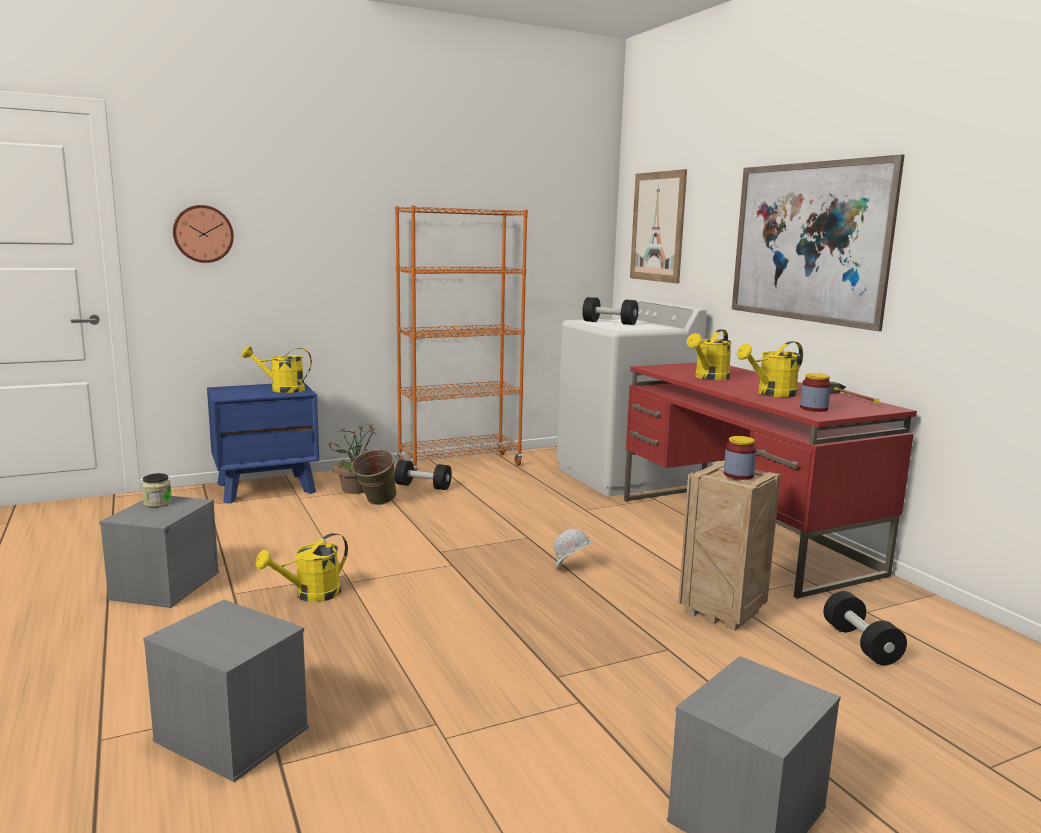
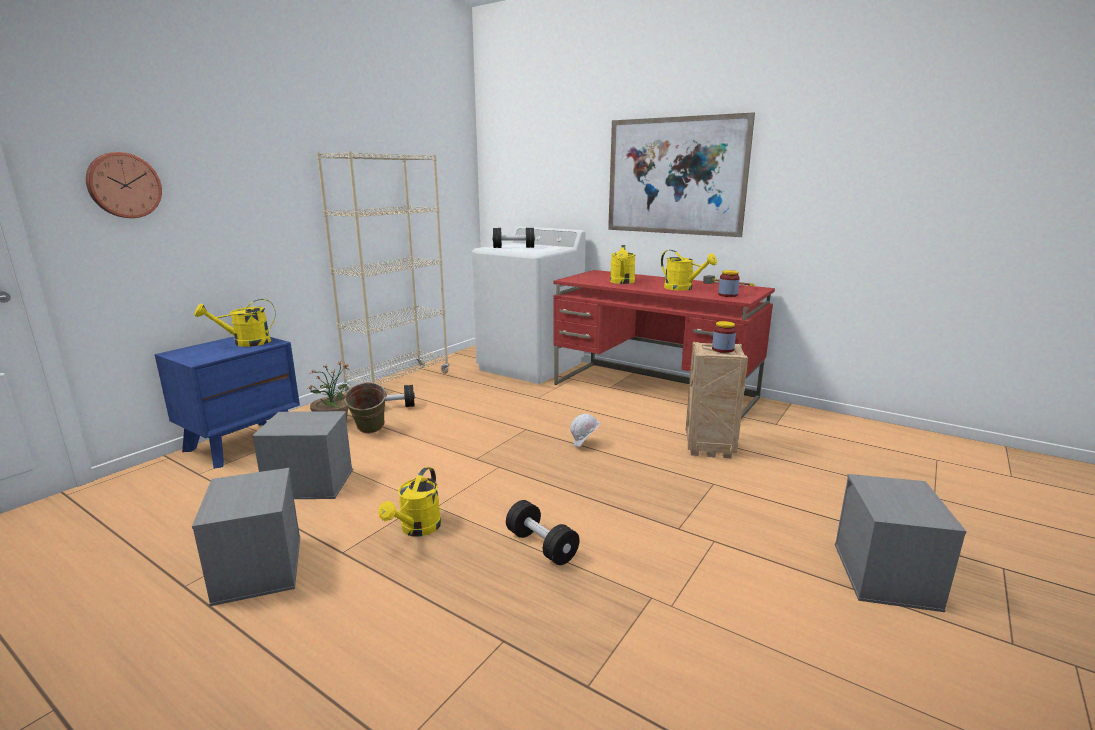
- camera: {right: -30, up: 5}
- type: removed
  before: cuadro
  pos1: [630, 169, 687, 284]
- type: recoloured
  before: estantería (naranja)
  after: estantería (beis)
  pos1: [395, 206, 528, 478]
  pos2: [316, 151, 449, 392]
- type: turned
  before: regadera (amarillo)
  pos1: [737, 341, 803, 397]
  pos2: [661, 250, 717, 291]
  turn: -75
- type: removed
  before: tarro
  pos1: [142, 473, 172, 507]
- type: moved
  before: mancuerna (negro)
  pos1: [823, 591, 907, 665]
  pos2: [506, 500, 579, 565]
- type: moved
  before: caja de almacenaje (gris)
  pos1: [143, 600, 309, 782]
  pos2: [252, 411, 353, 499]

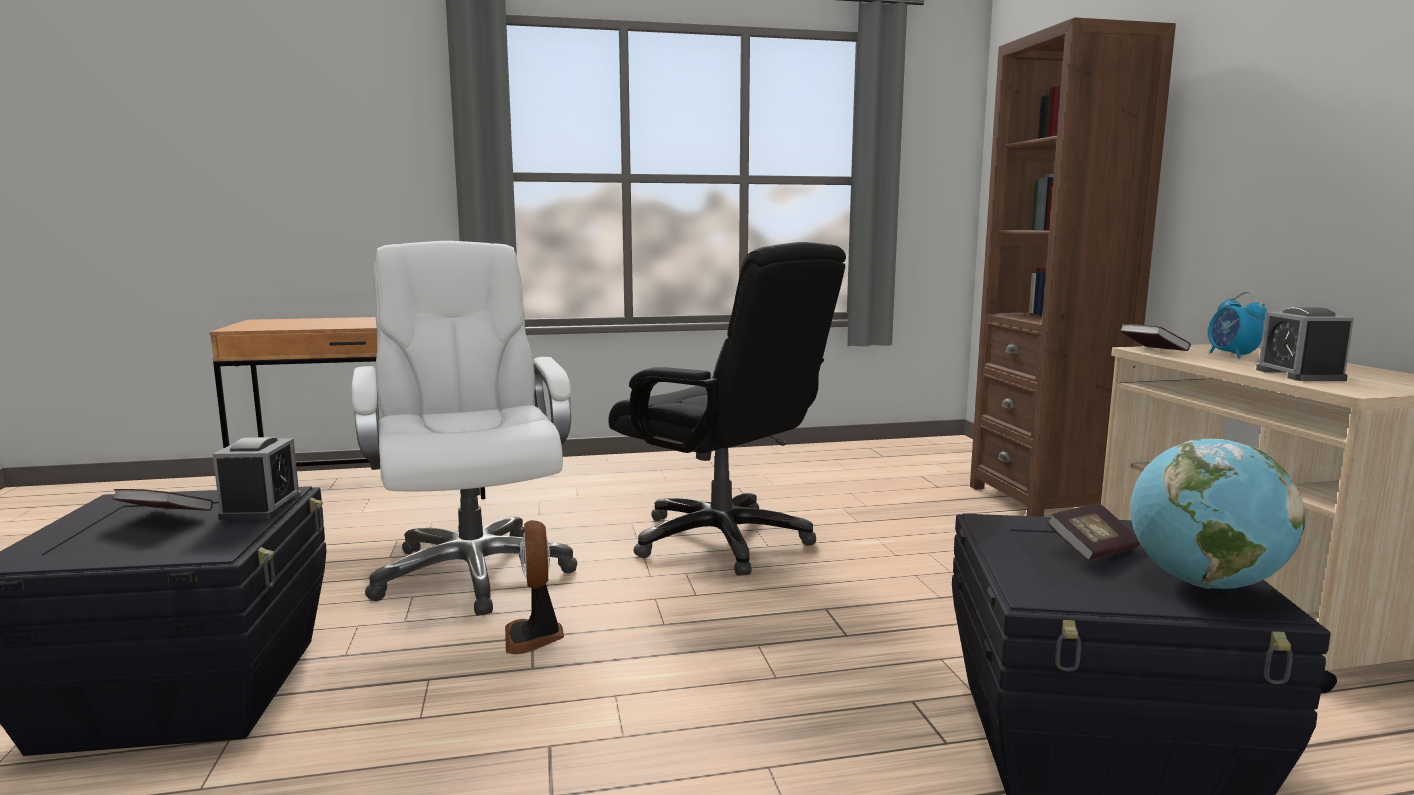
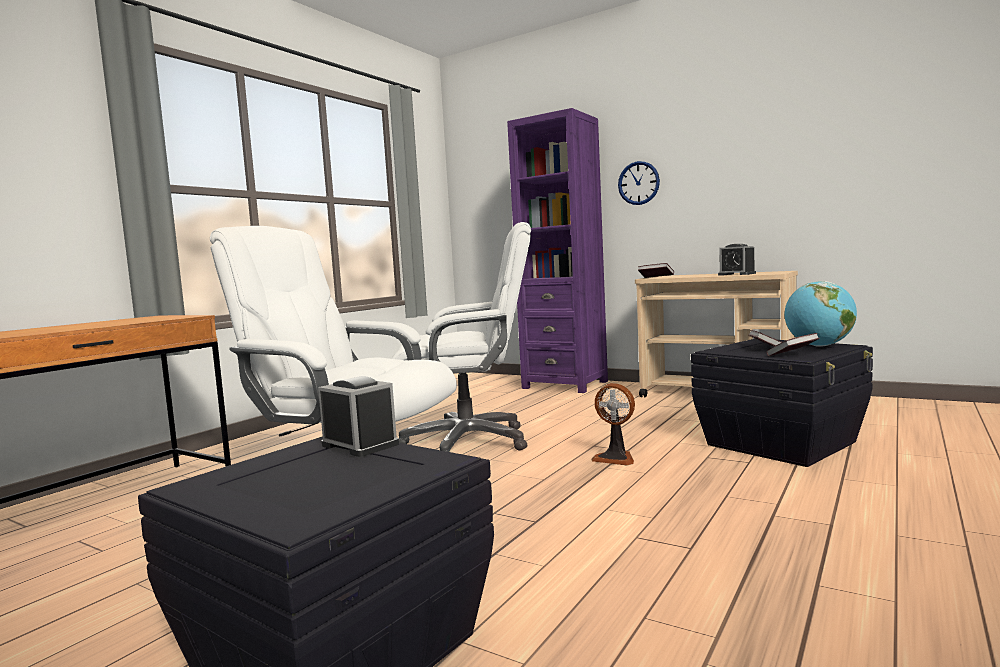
- camera: {right: -45, up: -5}
- type: recoloured
  before: estantería (marrón)
  after: estantería (morado)
  pos1: [970, 17, 1176, 517]
  pos2: [507, 108, 608, 393]
- type: recoloured
  before: silla de oficina (negro)
  after: silla de oficina (blanco)
  pos1: [608, 242, 846, 576]
  pos2: [391, 222, 531, 452]
- type: removed
  before: despertador
  pos1: [1208, 292, 1267, 359]
- type: moved
  before: libro
  pos1: [112, 489, 213, 511]
  pos2: [766, 333, 819, 356]
- type: moved
  before: ventilador
  pos1: [505, 520, 564, 655]
  pos2: [591, 383, 635, 465]
- type: added
  after: reloj de pared
  pos2: [618, 161, 660, 205]

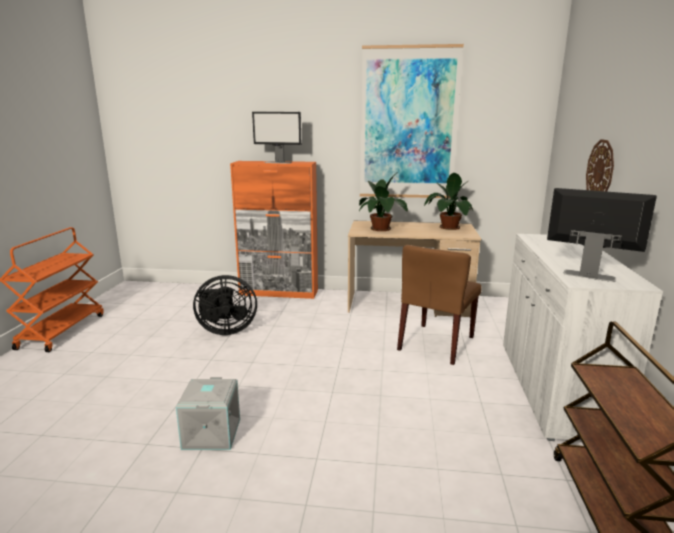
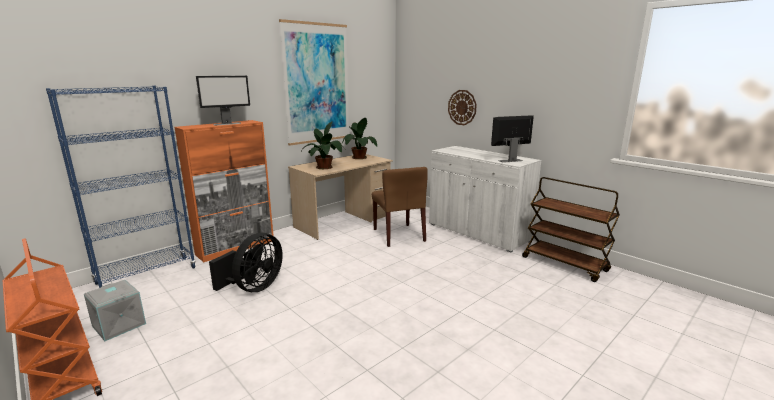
- camera: {right: -50, up: 0}
- type: moved
  before: caja de almacenaje (gris)
  pos1: [176, 377, 240, 450]
  pos2: [84, 280, 146, 341]
- type: added
  after: estantería (azul)
  pos2: [46, 86, 196, 288]

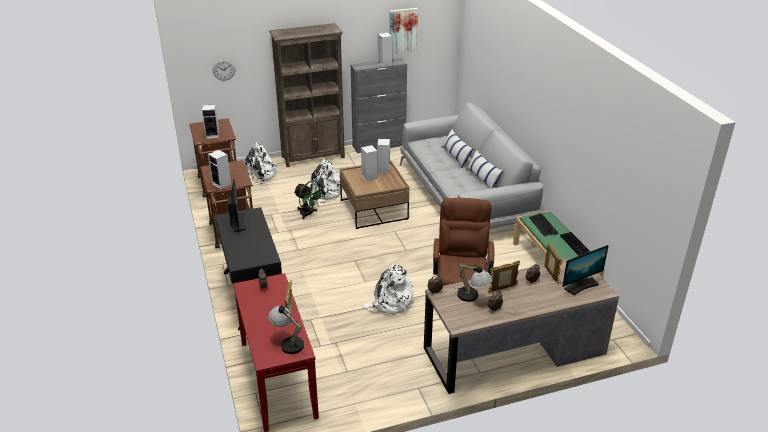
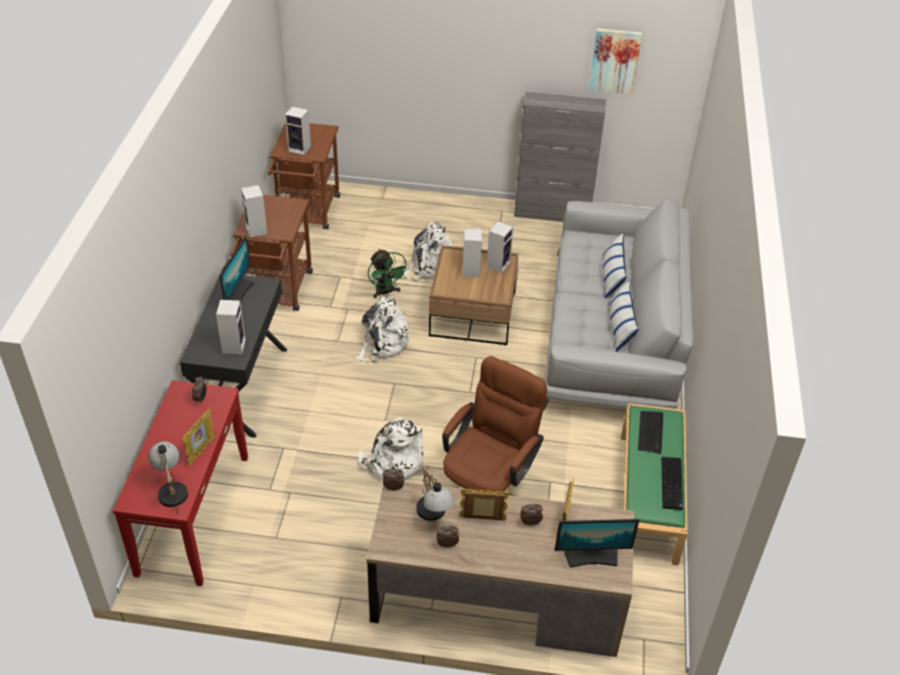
- camera: {right: 25, up: 10}
- type: removed
  before: estantería (marrón)
  pos1: [269, 23, 345, 167]
- type: moved
  before: altavoz
  pos1: [378, 32, 393, 66]
  pos2: [216, 300, 246, 354]
- type: removed
  before: reloj de pared
  pos1: [213, 59, 236, 81]
- type: moved
  before: mochila (blanco)
  pos1: [245, 142, 278, 185]
  pos2: [355, 295, 411, 363]

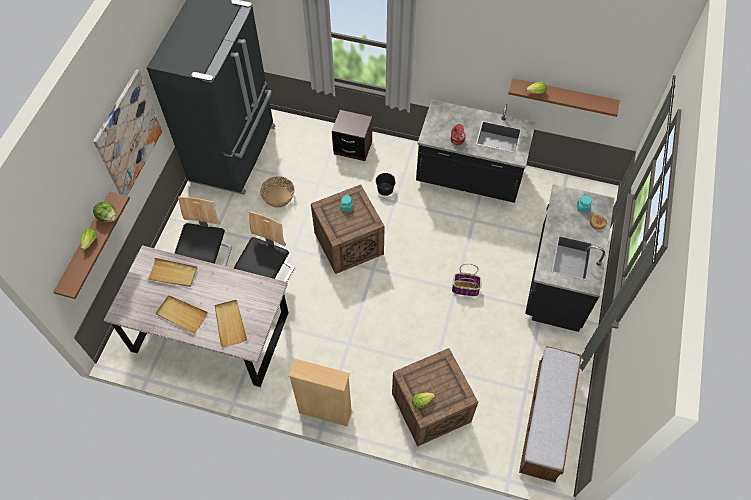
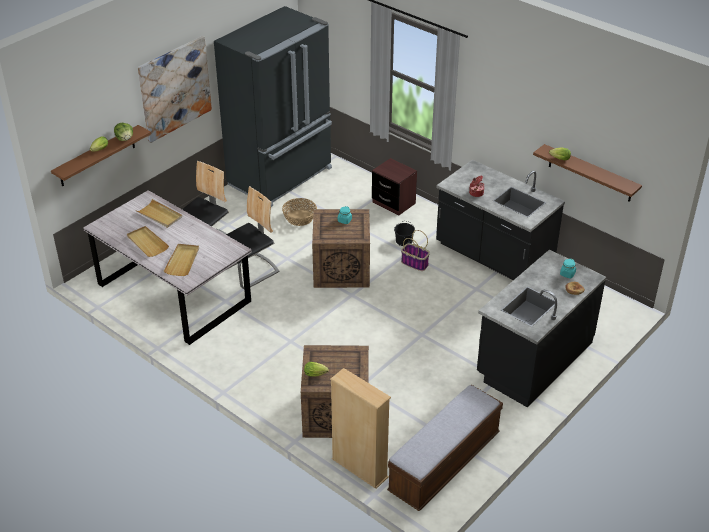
- camera: {right: 25, up: -20}
- type: moved
  before: cesta
  pos1: [452, 264, 482, 296]
  pos2: [401, 230, 430, 271]
- type: moved
  before: estantería (beis)
  pos1: [288, 359, 353, 427]
  pos2: [330, 368, 391, 489]

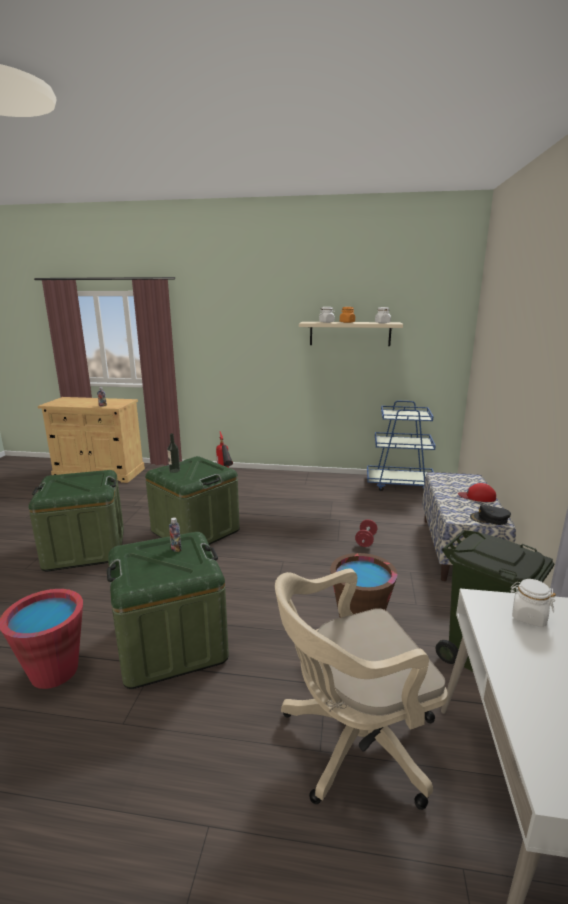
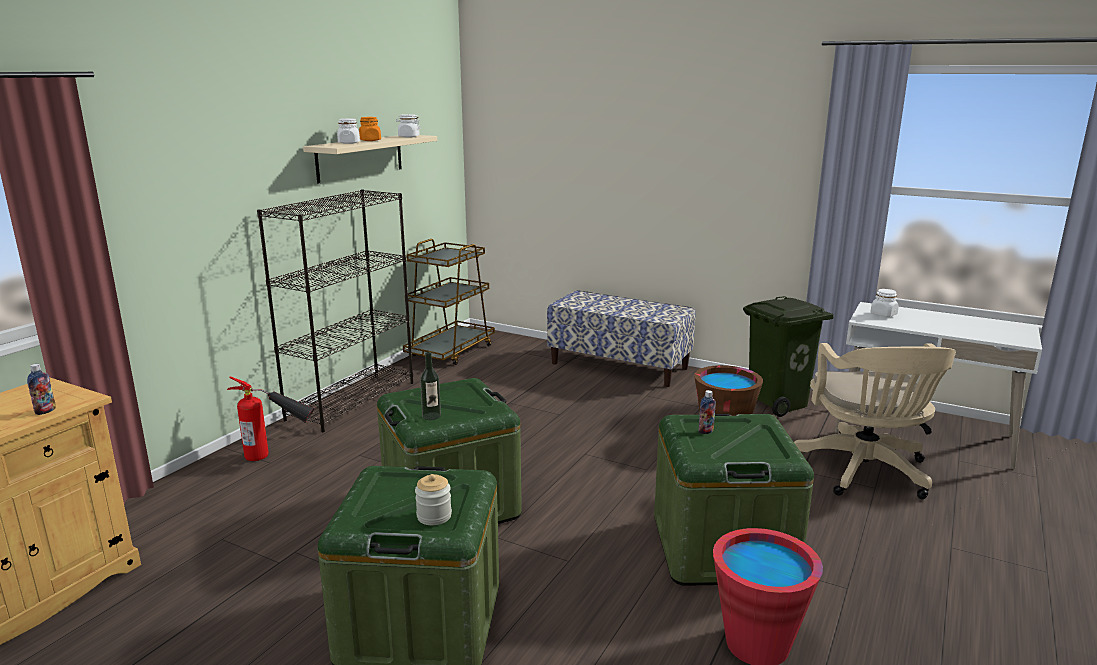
- camera: {right: -70, up: 0}
- type: recoloured
  before: carrito (azul)
  after: carrito (marrón)
  pos1: [367, 401, 436, 491]
  pos2: [403, 239, 495, 365]
- type: removed
  before: gorra (rojo)
  pos1: [458, 483, 496, 502]
- type: removed
  before: gorra (negro)
  pos1: [470, 505, 511, 525]
- type: removed
  before: mancuerna (rojo)
  pos1: [355, 519, 377, 547]
- type: added
  after: estantería (negro)
  pos2: [257, 190, 413, 432]
- type: added
  after: tarro
  pos2: [415, 474, 452, 525]

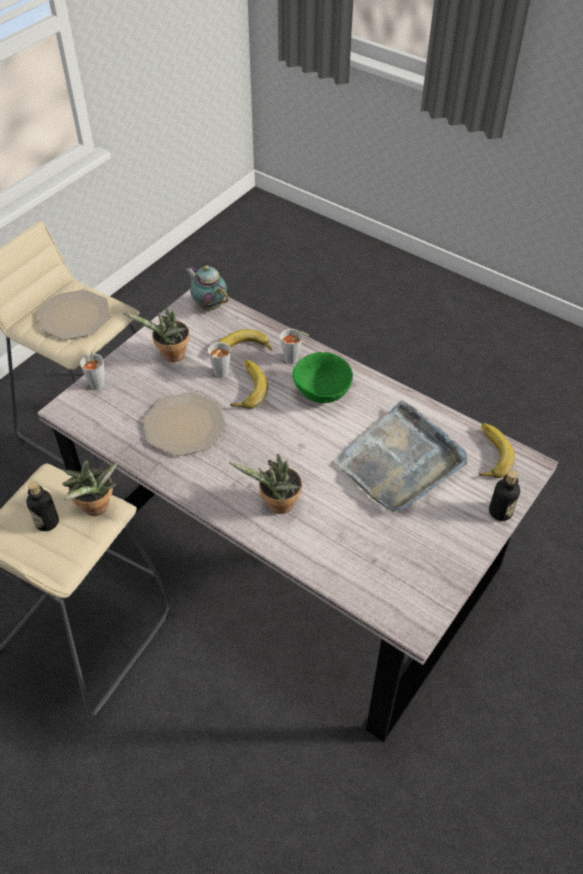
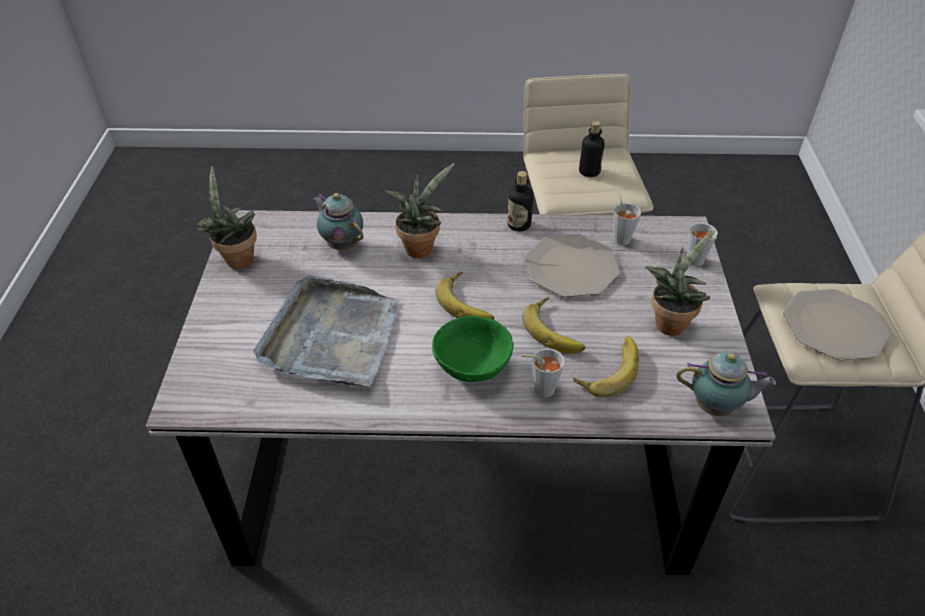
- camera: {right: 145, up: -5}
- type: moved
  before: taza (gris)
  pos1: [208, 342, 231, 378]
  pos2: [614, 190, 641, 245]
- type: moved
  before: plátano
  pos1: [479, 423, 515, 478]
  pos2: [435, 272, 494, 320]
- type: moved
  before: planta en maceta
  pos1: [62, 460, 118, 516]
  pos2: [196, 166, 257, 269]
- type: moved
  before: botella
  pos1: [489, 470, 520, 521]
  pos2: [507, 171, 533, 231]
- type: added
  after: tetera
  pos2: [313, 193, 364, 250]

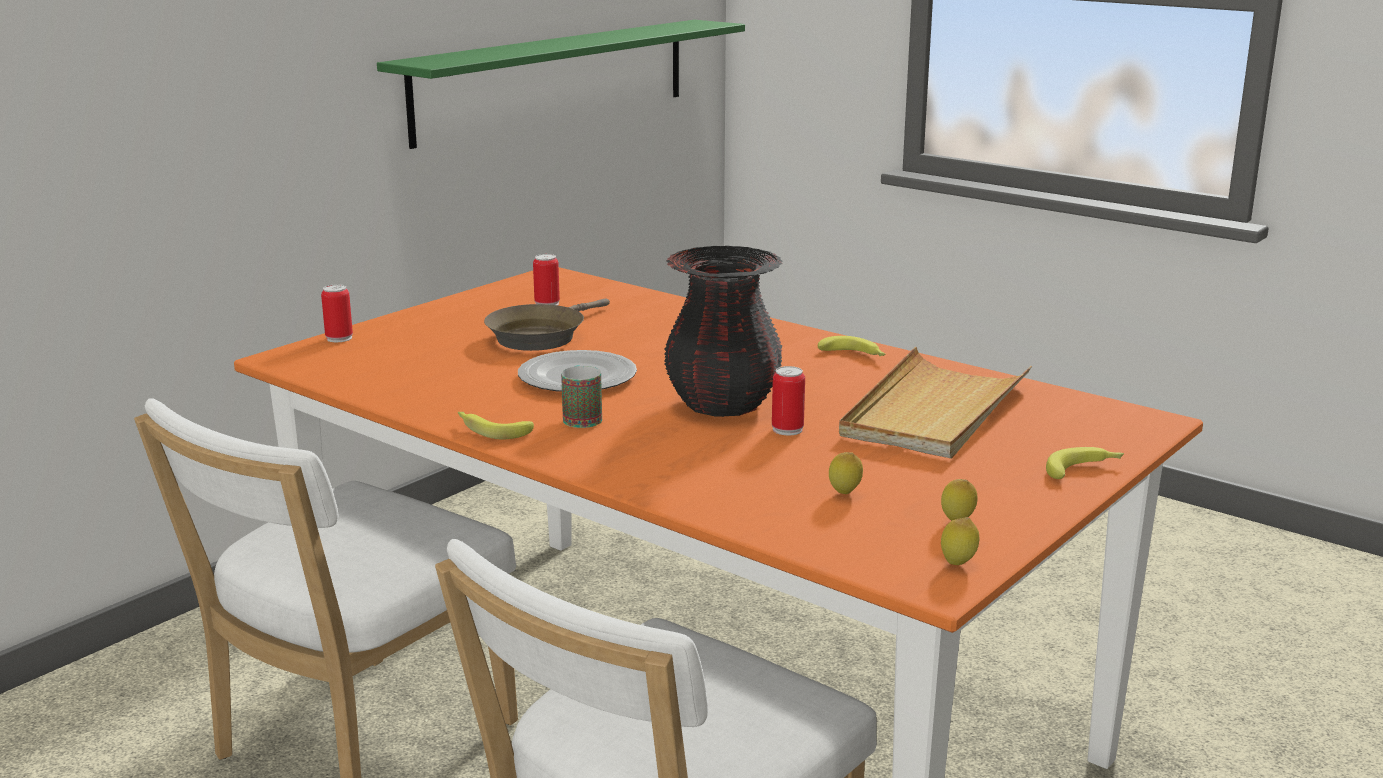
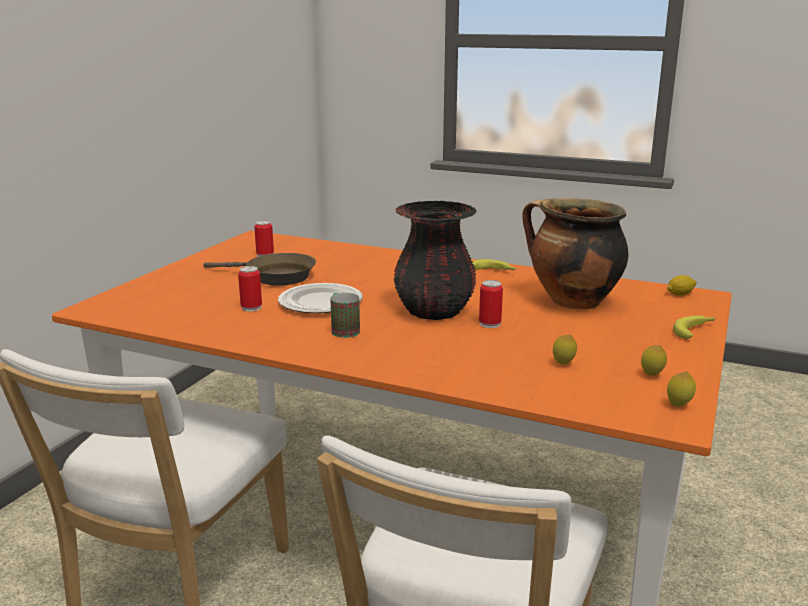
- camera: {right: -15, up: 0}
- type: removed
  before: estante (verde)
  pos1: [377, 20, 745, 149]
- type: moved
  before: lata
  pos1: [321, 284, 353, 342]
  pos2: [238, 266, 262, 311]
- type: turned
  before: sartén (marrón)
  pos1: [484, 298, 610, 351]
  pos2: [203, 253, 316, 286]
  turn: -90
- type: replaced
  before: bandeja (beis)
  after: olla
  pos1: [839, 347, 1032, 459]
  pos2: [522, 198, 629, 309]
- type: removed
  before: plátano
  pos1: [458, 412, 534, 439]
- type: added
  after: limón
  pos2: [667, 275, 697, 296]

